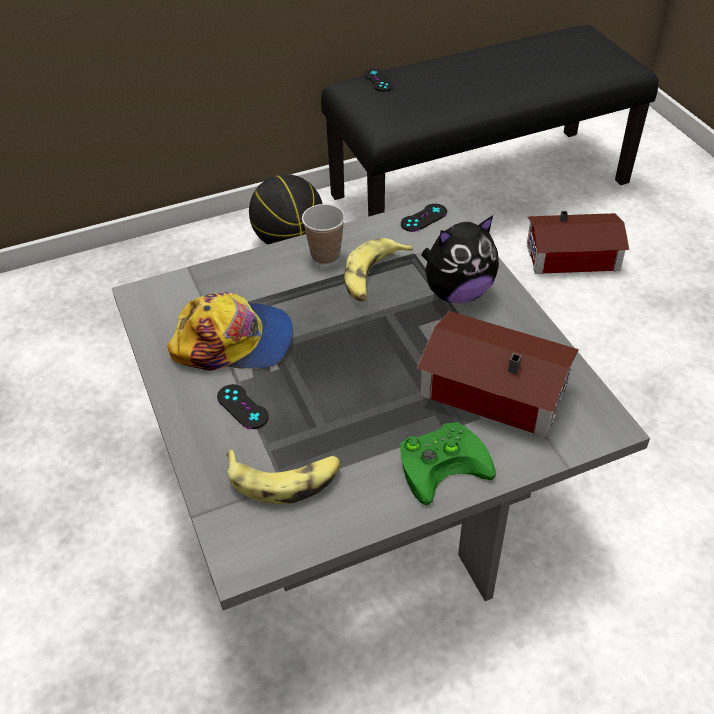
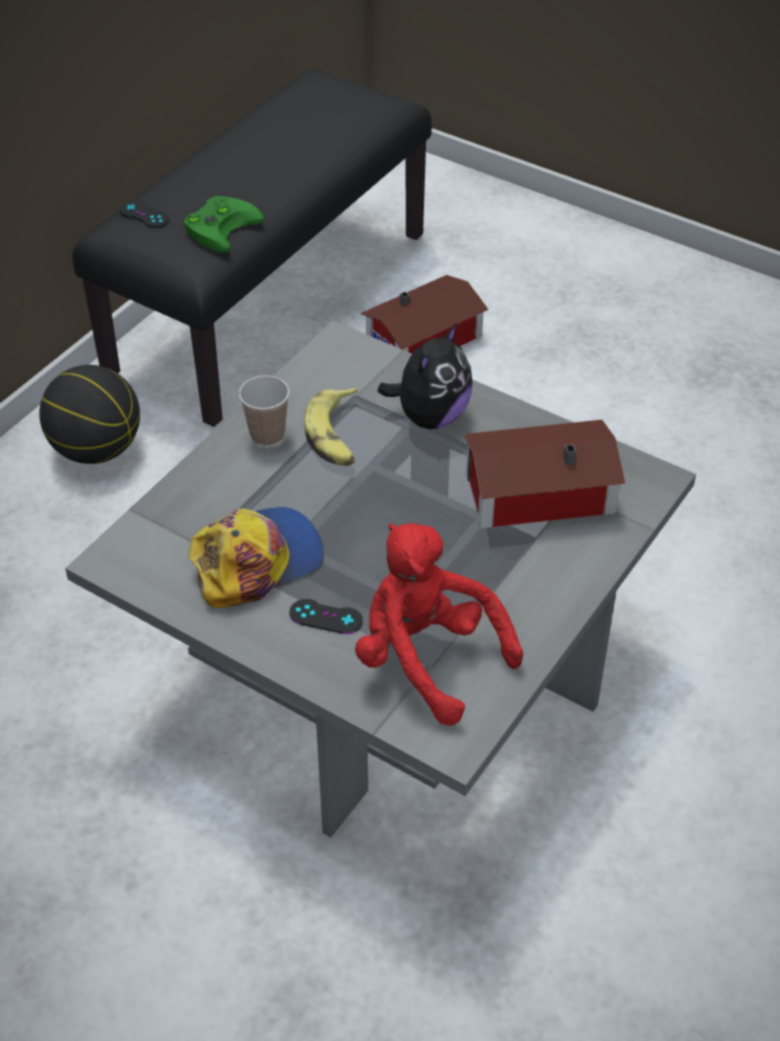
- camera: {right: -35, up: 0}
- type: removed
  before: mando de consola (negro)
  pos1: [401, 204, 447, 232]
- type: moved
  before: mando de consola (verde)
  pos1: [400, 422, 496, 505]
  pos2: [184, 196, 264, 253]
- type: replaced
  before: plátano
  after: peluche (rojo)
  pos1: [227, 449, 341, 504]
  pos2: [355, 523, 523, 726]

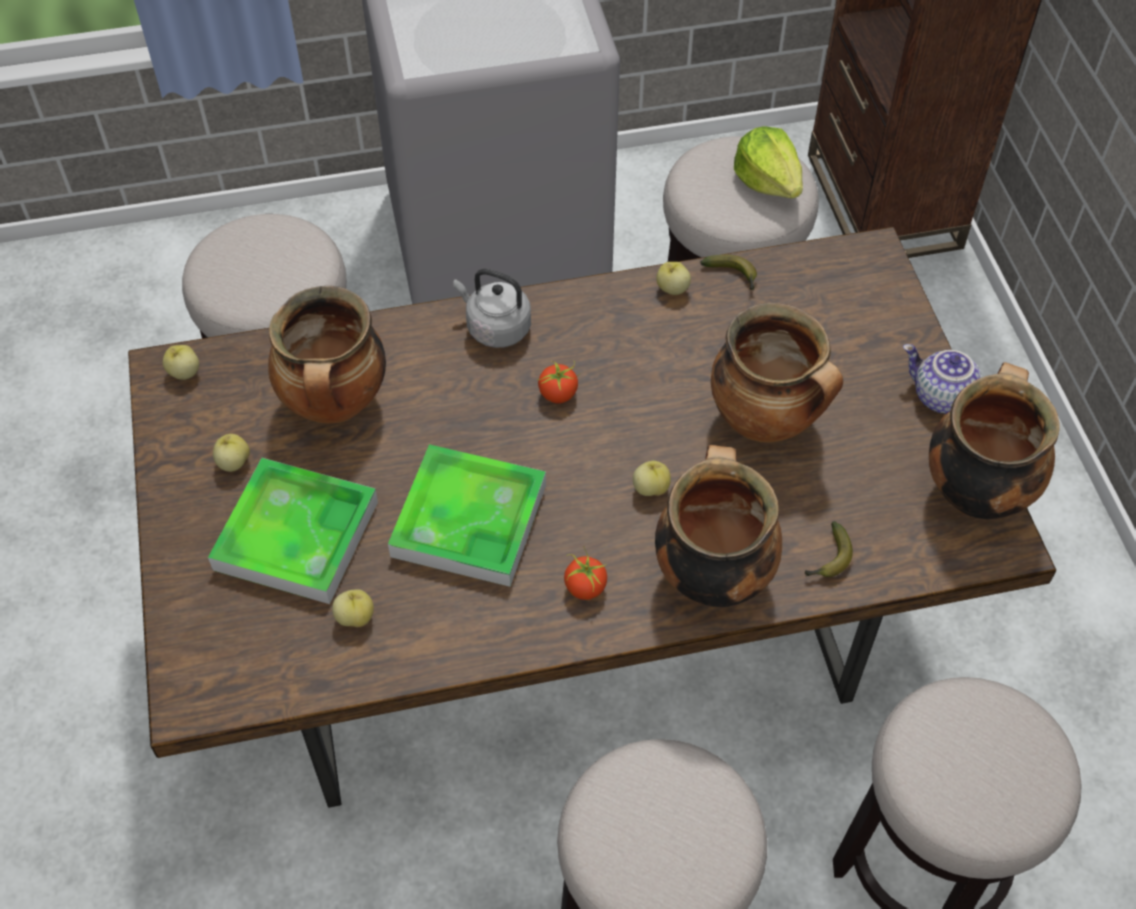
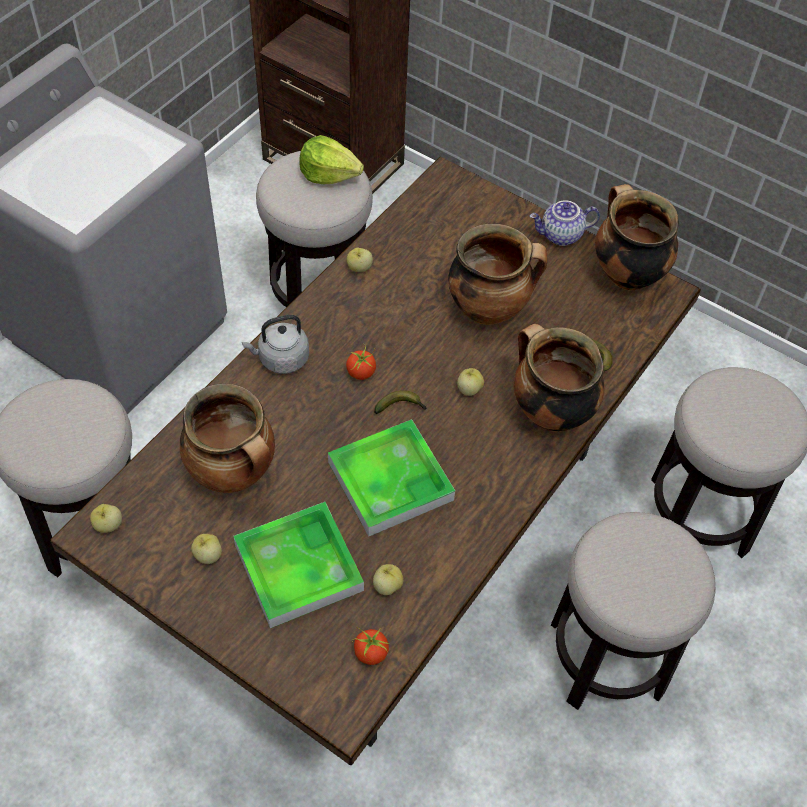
- camera: {right: -45, up: 0}
- type: moved
  before: plátano
  pos1: [700, 255, 757, 290]
  pos2: [374, 390, 427, 414]
- type: moved
  before: tomate
  pos1: [564, 548, 607, 600]
  pos2: [352, 627, 390, 665]

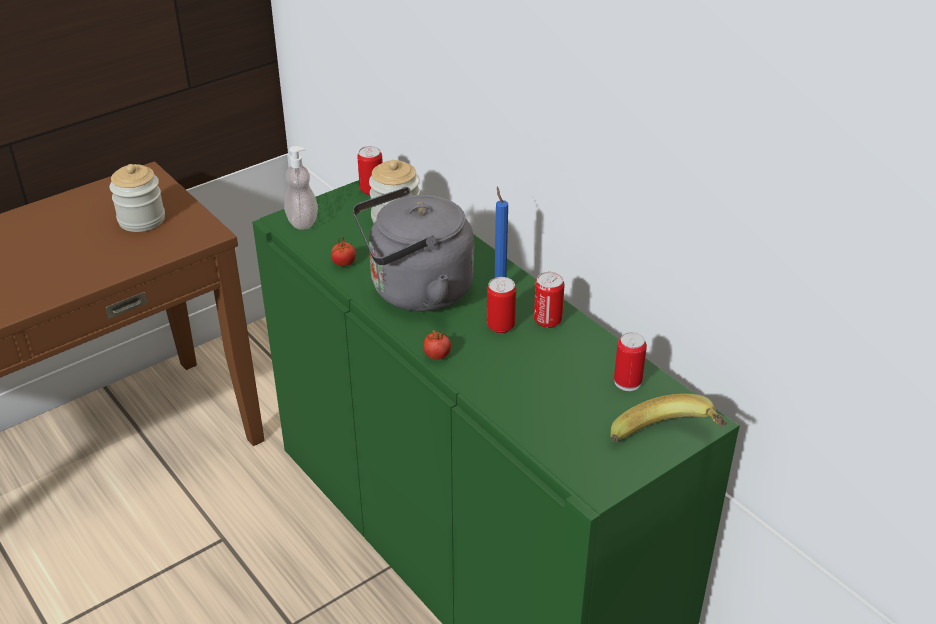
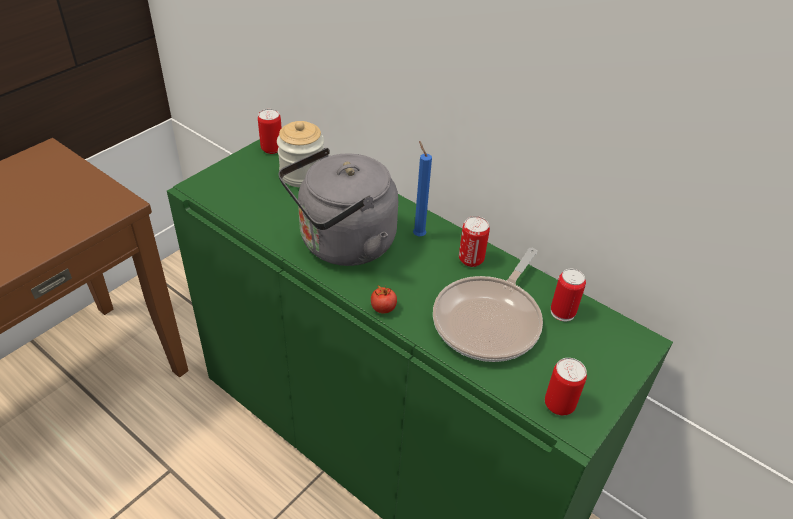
- camera: {right: -15, up: 5}
- type: removed
  before: dispensador de jabón
  pos1: [284, 146, 318, 230]
- type: removed
  before: tarro
  pos1: [109, 164, 165, 232]
- type: removed
  before: tomate
  pos1: [331, 235, 356, 266]
- type: moved
  before: lata
  pos1: [487, 277, 516, 333]
  pos2: [545, 358, 587, 415]
- type: removed
  before: plátano
  pos1: [610, 394, 727, 442]
- type: added
  after: sartén
  pos2: [433, 248, 543, 362]

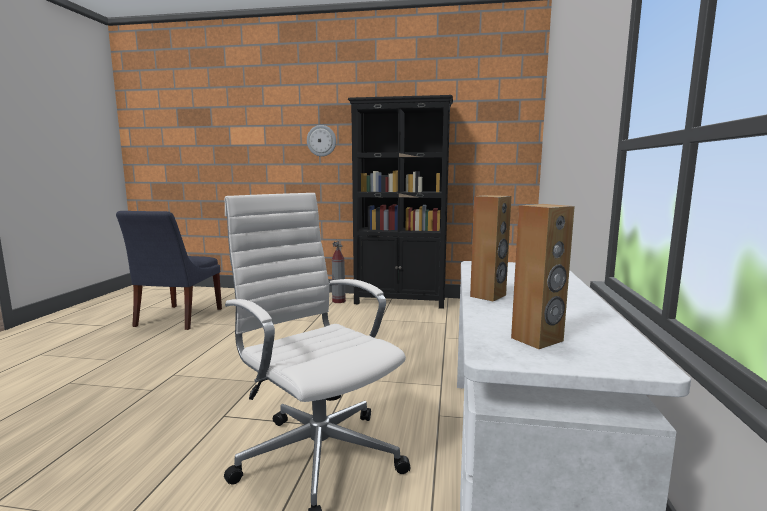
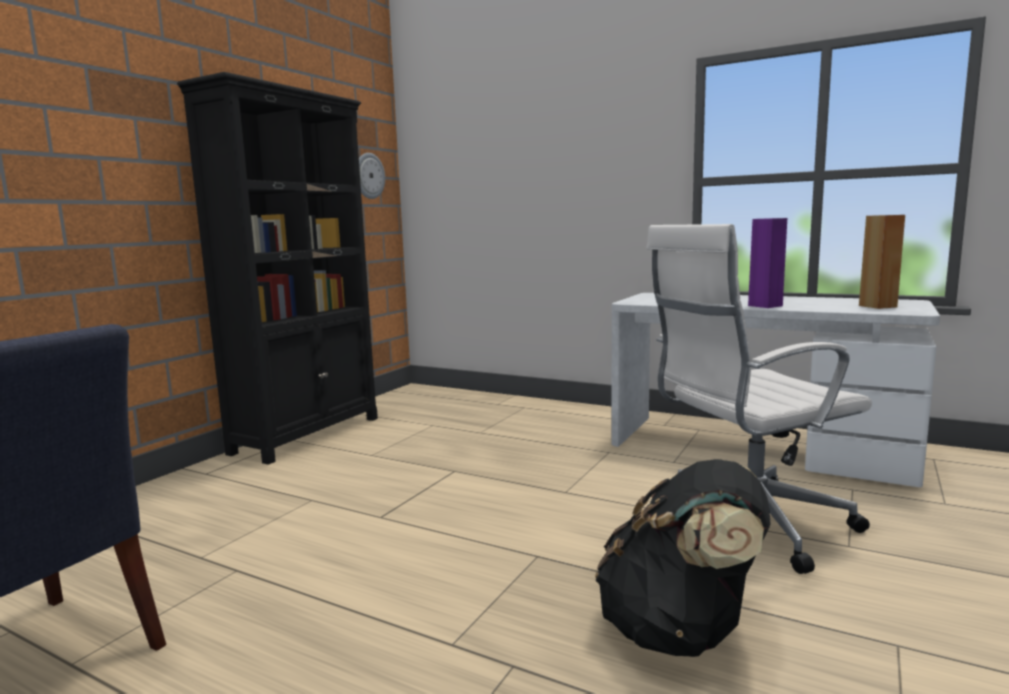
- camera: {right: -70, up: 0}
- type: moved
  before: reloj de pared
  pos1: [307, 125, 336, 157]
  pos2: [359, 153, 385, 199]
- type: recoloured
  before: altavoz (marrón)
  after: altavoz (morado)
  pos1: [470, 195, 511, 302]
  pos2: [748, 218, 787, 308]
- type: removed
  before: extintor
  pos1: [332, 240, 346, 303]
- type: added
  after: mochila (negro)
  pos2: [595, 459, 771, 657]

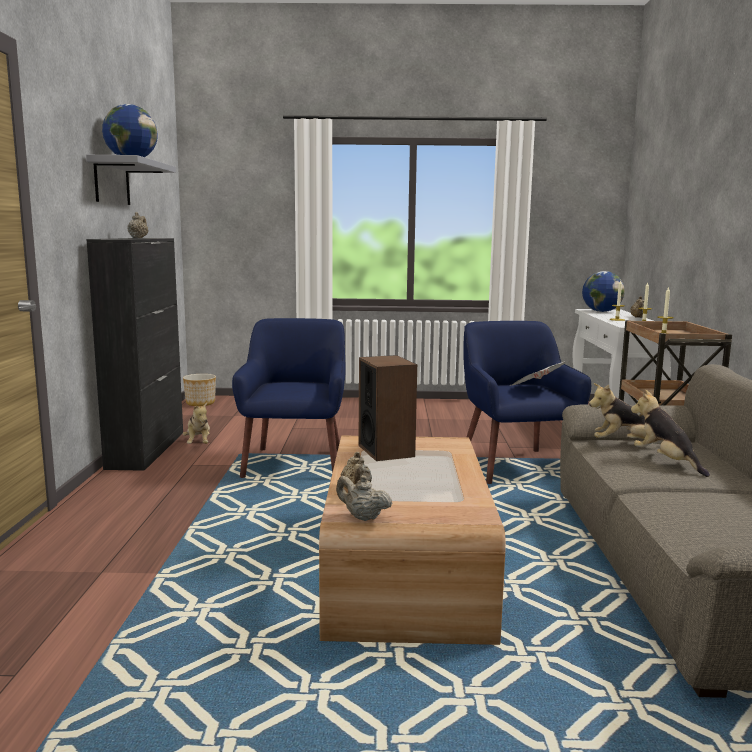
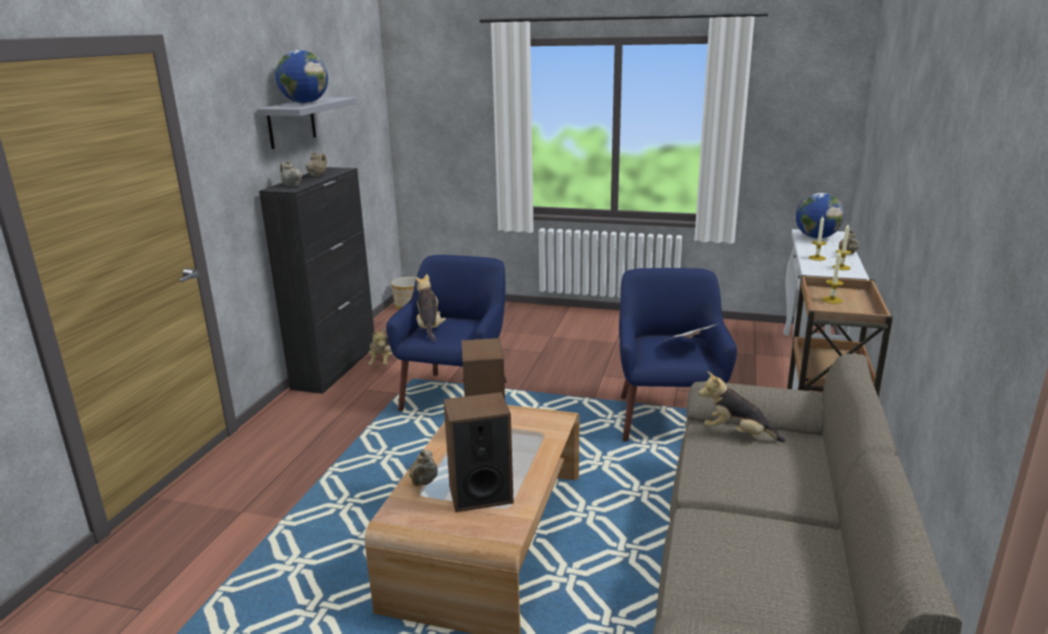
- camera: {right: 15, up: 10}
- type: moved
  before: peluche
  pos1: [631, 390, 710, 477]
  pos2: [415, 274, 446, 342]
- type: moved
  before: tetera (beis)
  pos1: [336, 475, 392, 521]
  pos2: [280, 160, 302, 187]
- type: added
  after: altavoz
  pos2: [443, 392, 514, 512]

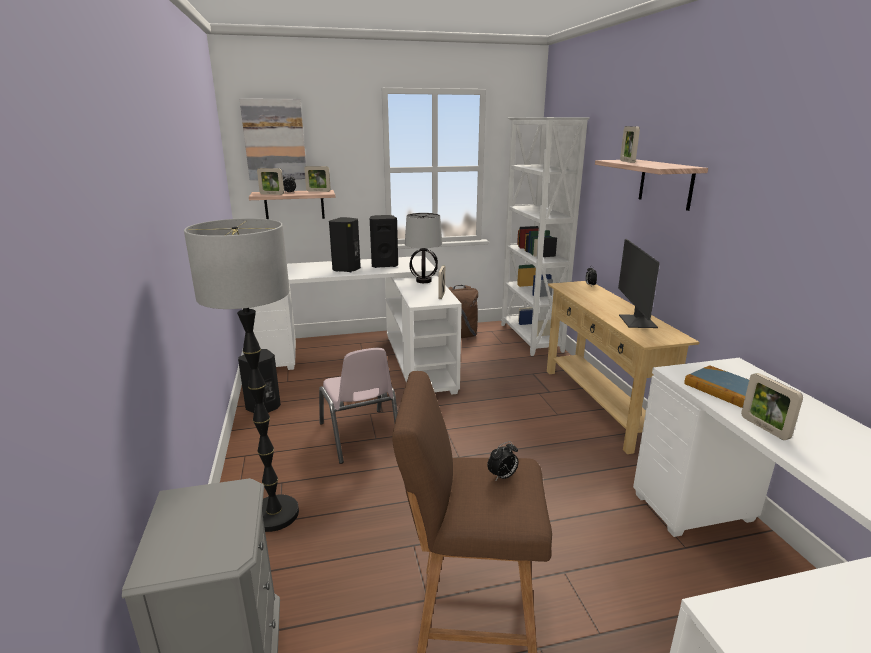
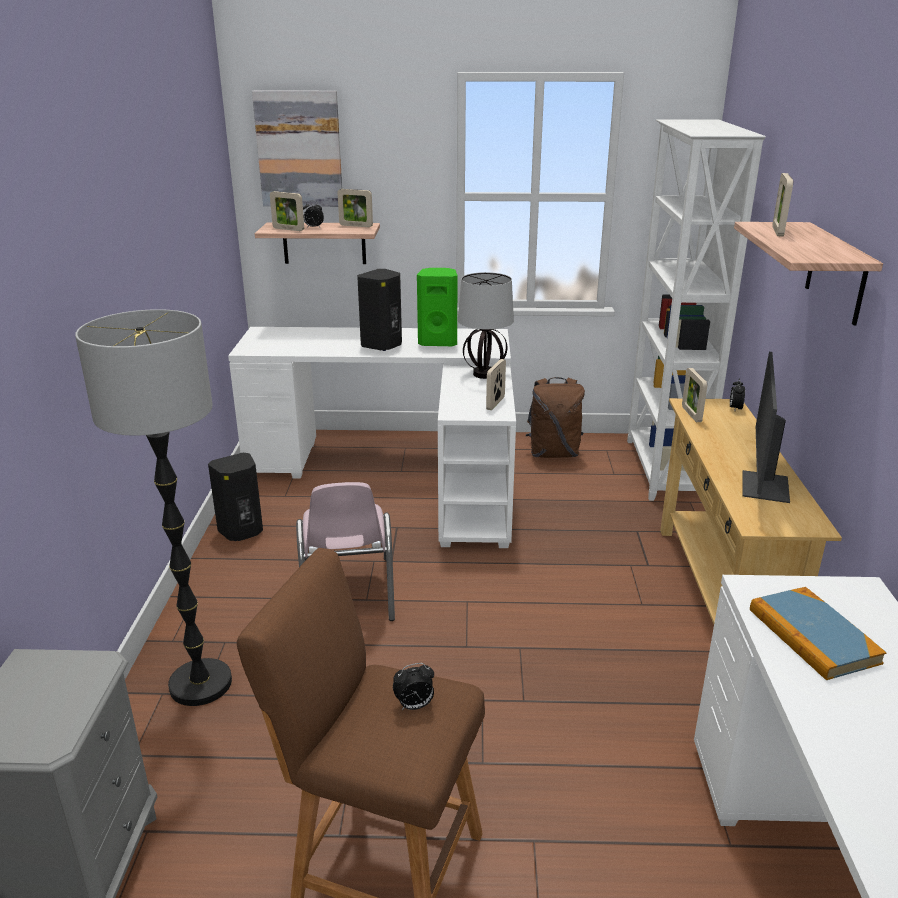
- camera: {right: 15, up: 5}
- type: recoloured
  before: altavoz (negro)
  after: altavoz (verde)
  pos1: [370, 215, 398, 268]
  pos2: [417, 268, 457, 346]
- type: moved
  before: portarretratos
  pos1: [741, 373, 803, 440]
  pos2: [682, 368, 707, 422]

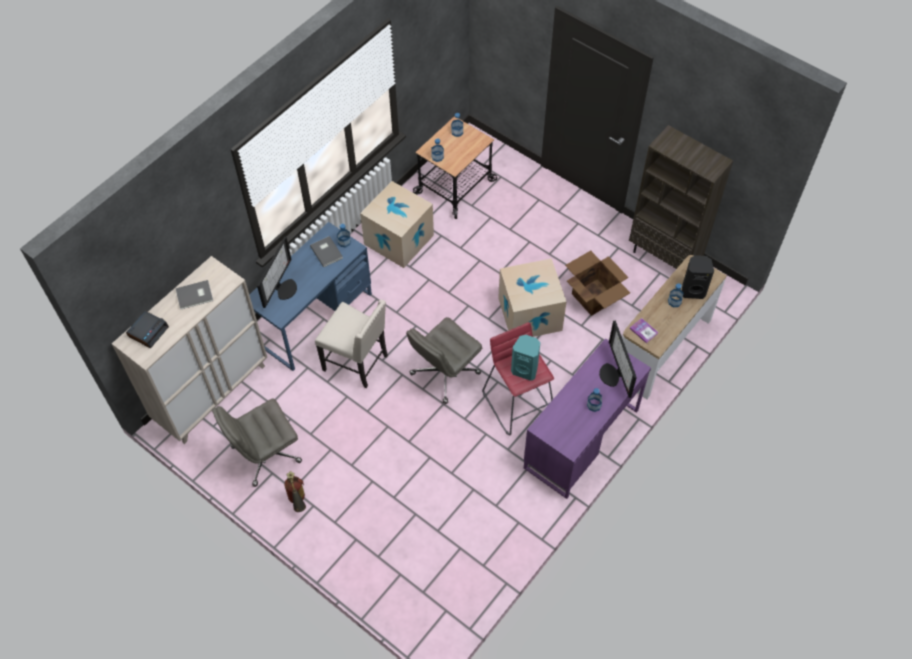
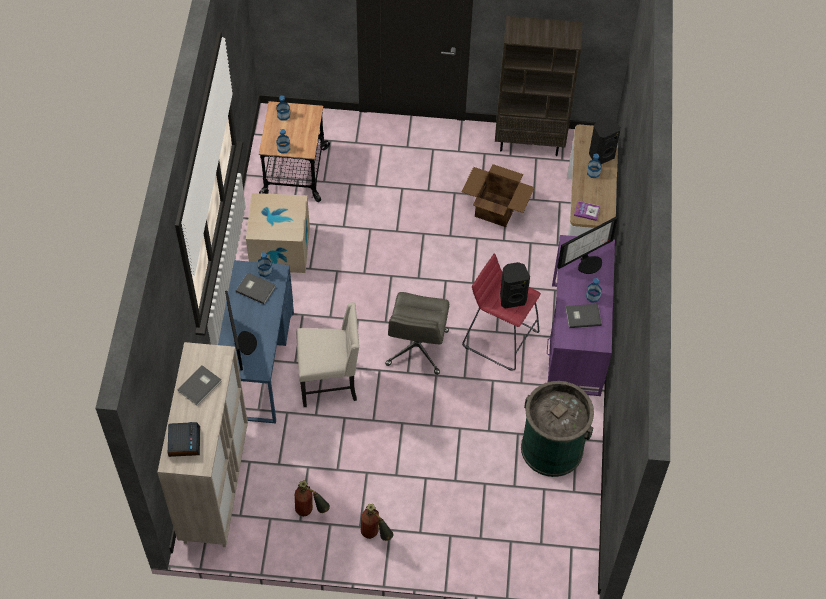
- camera: {right: -35, up: 0}
- type: removed
  before: caja de cartón
  pos1: [498, 258, 567, 337]
- type: turned
  before: monitor
  pos1: [599, 321, 637, 398]
  pos2: [557, 216, 618, 274]
  turn: -75
- type: recoloured
  before: altavoz (turquesa)
  after: altavoz (negro)
  pos1: [511, 335, 540, 381]
  pos2: [500, 262, 530, 308]
- type: replaced
  before: silla de oficina (gris)
  after: extintor
  pos1: [212, 399, 302, 487]
  pos2: [295, 480, 330, 516]
- type: added
  after: libro (gris)
  pos2: [566, 304, 602, 328]
- type: added
  after: papelera (verde)
  pos2: [521, 381, 594, 477]

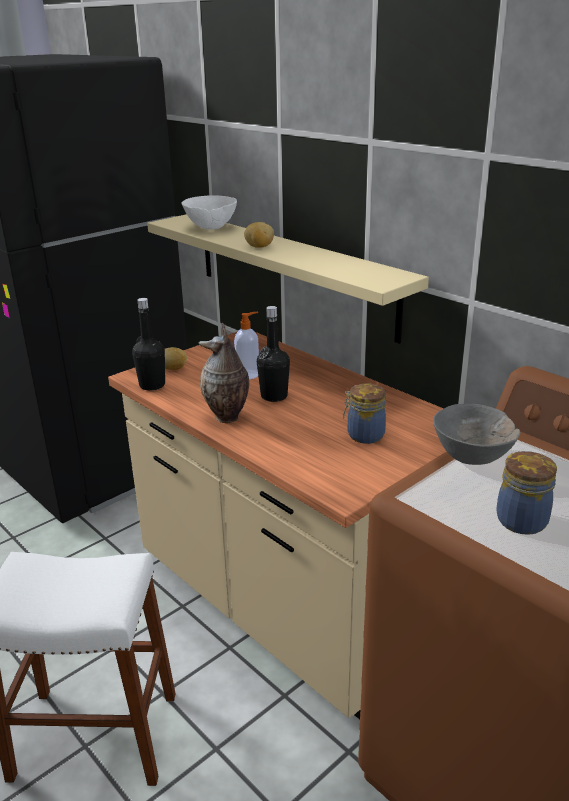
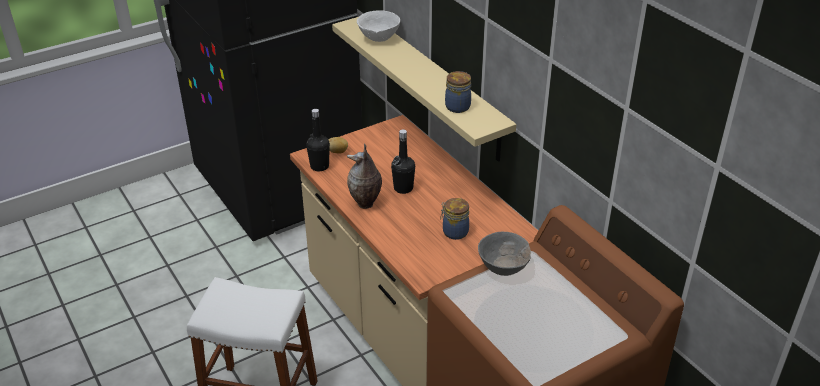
- camera: {right: 10, up: 10}
- type: removed
  before: patata
  pos1: [244, 222, 274, 248]
- type: removed
  before: dispensador de jabón
  pos1: [234, 312, 259, 379]
- type: moved
  before: tarro
  pos1: [496, 451, 557, 535]
  pos2: [445, 71, 471, 113]

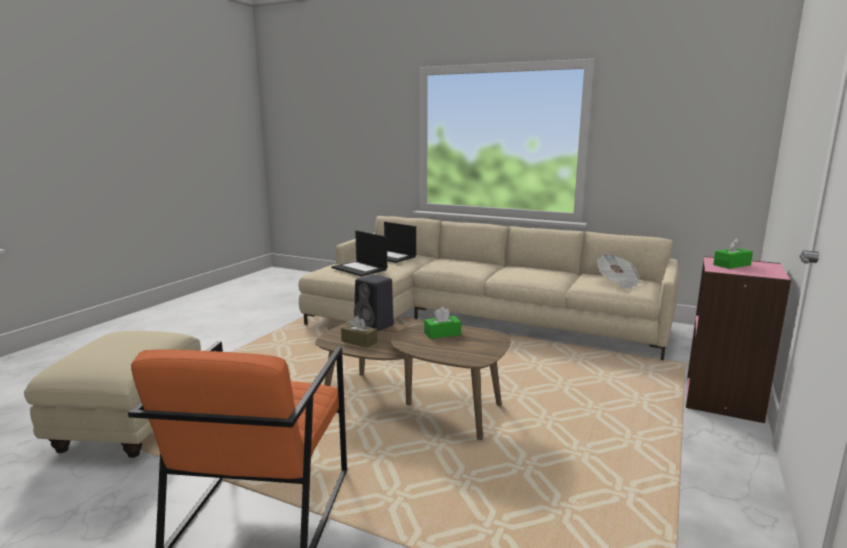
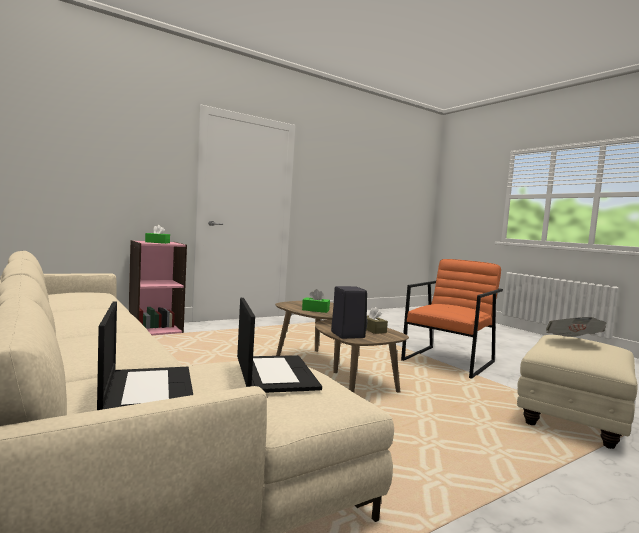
- camera: {right: -150, up: -10}
- type: moved
  before: periódico
  pos1: [596, 254, 642, 289]
  pos2: [546, 317, 607, 337]

